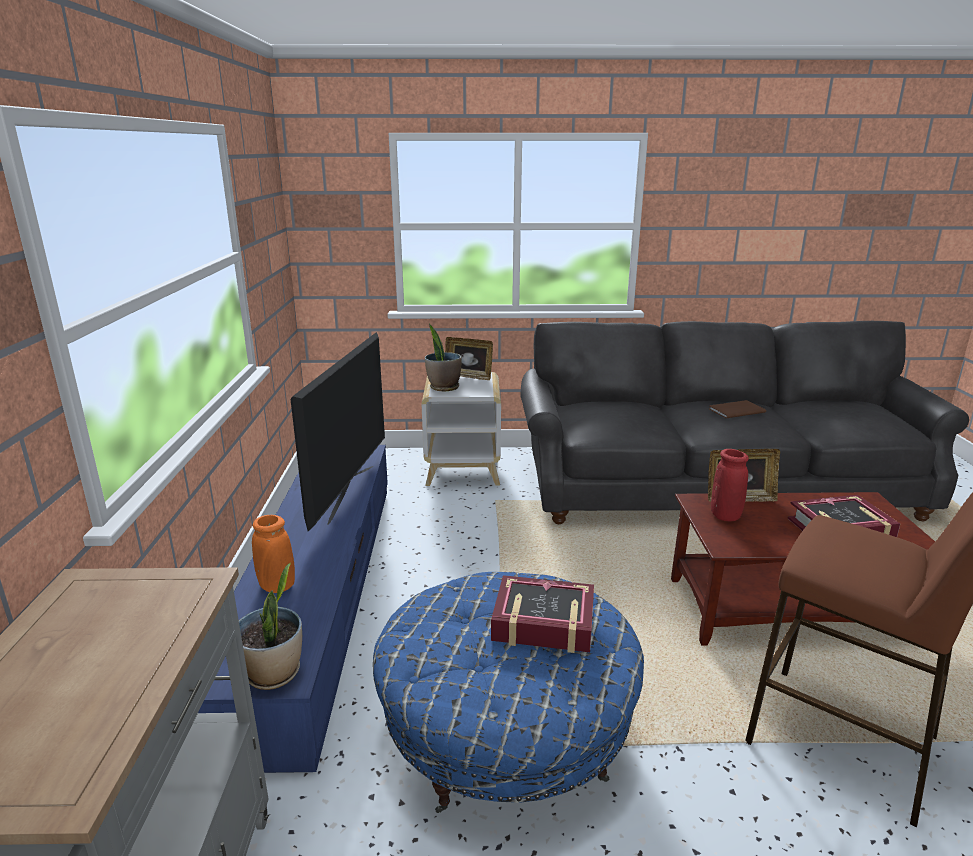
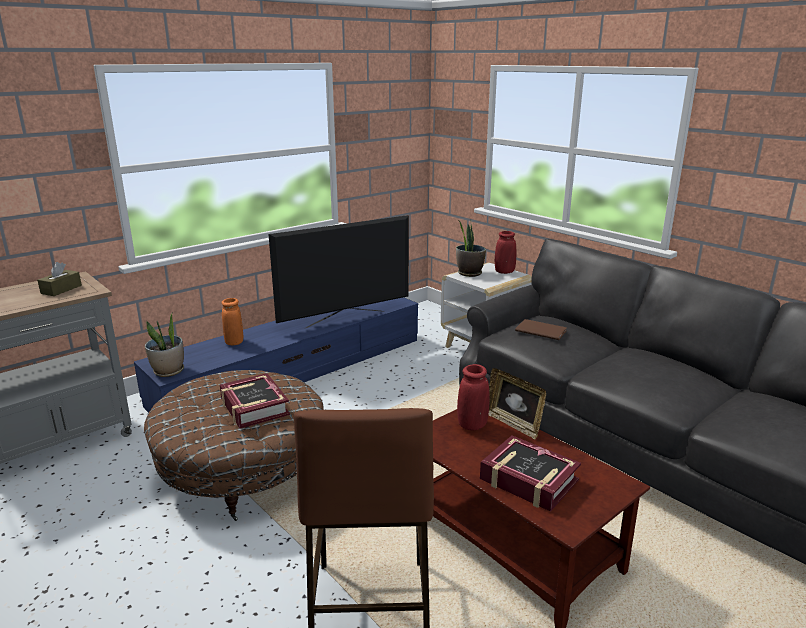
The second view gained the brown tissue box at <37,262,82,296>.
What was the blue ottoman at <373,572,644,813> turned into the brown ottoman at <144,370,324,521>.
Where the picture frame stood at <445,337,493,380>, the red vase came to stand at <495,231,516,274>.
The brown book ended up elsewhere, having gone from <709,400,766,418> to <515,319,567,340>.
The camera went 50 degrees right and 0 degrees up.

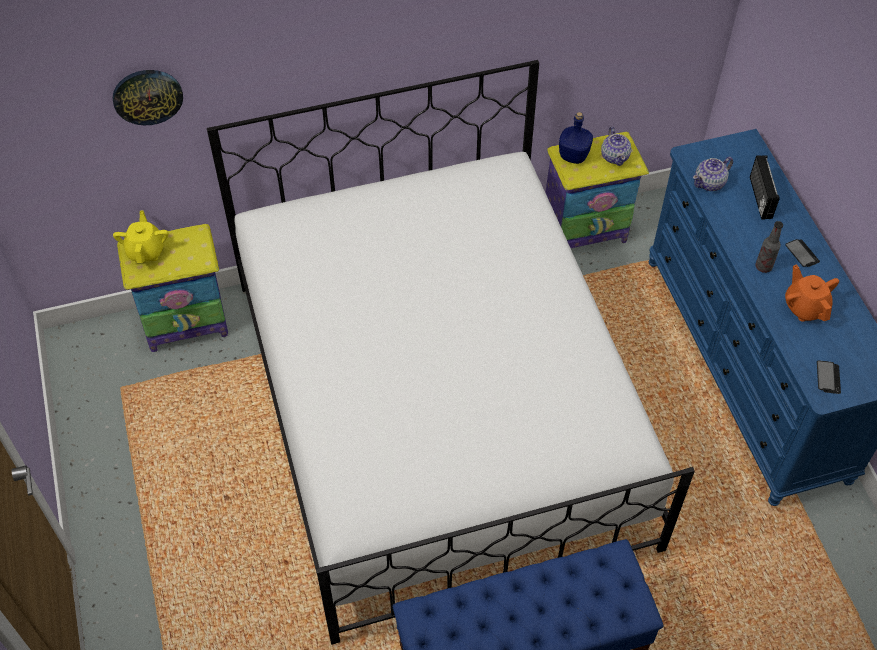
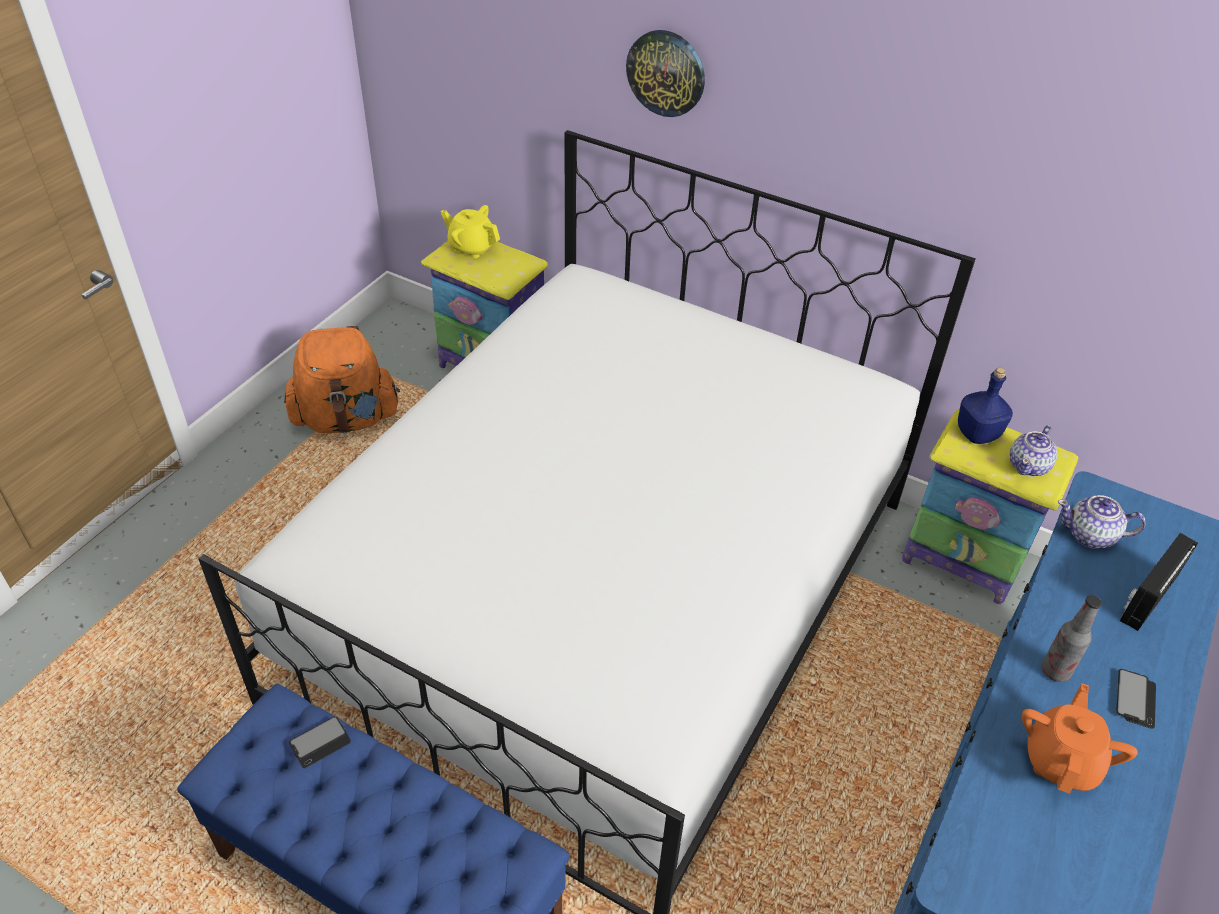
The second view gained the orange backpack at <284,326,400,434>.
The phone ended up elsewhere, having gone from <817,361,841,394> to <289,716,351,768>.
The yellow teapot at <113,210,169,263> ended up facing another way, 105 degrees counterclockwise from before.
The wall clock ended up elsewhere, having gone from <113,70,183,125> to <626,30,705,117>.
The camera went 45 degrees right and 10 degrees down.

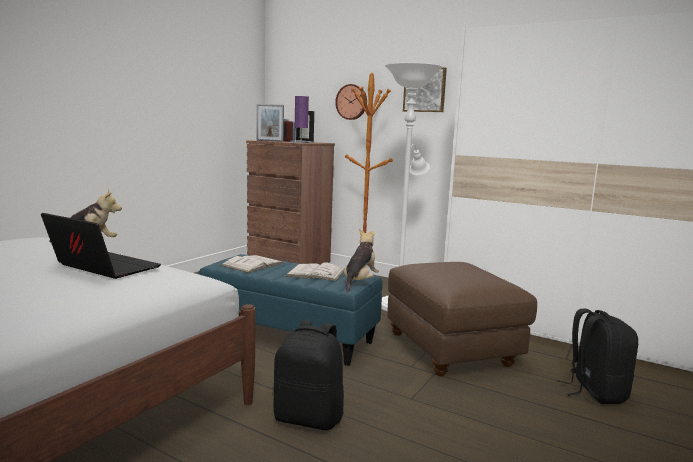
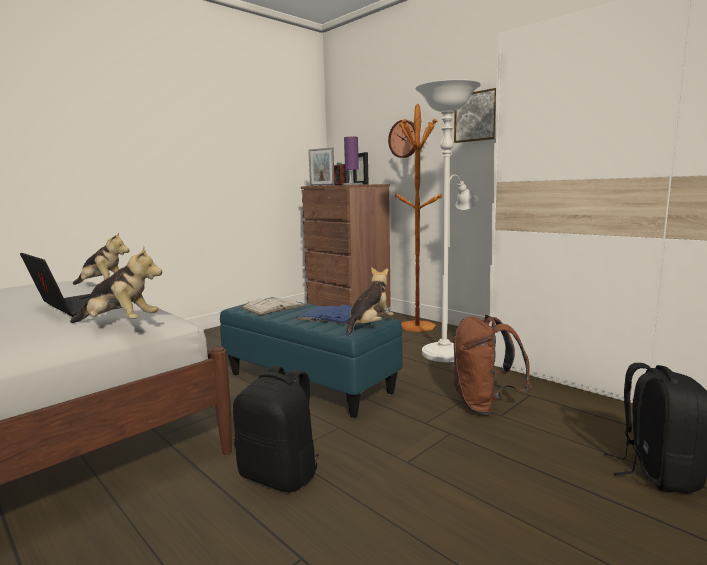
The second view gained the plush toy at <70,247,162,323>.
What was the white book at <285,262,344,281> turned into the blue book at <295,305,352,324>.
Where the brown ottoman stood at <387,262,537,376>, the brown backpack came to stand at <453,315,531,415>.
The camera went 15 degrees right and 0 degrees up.

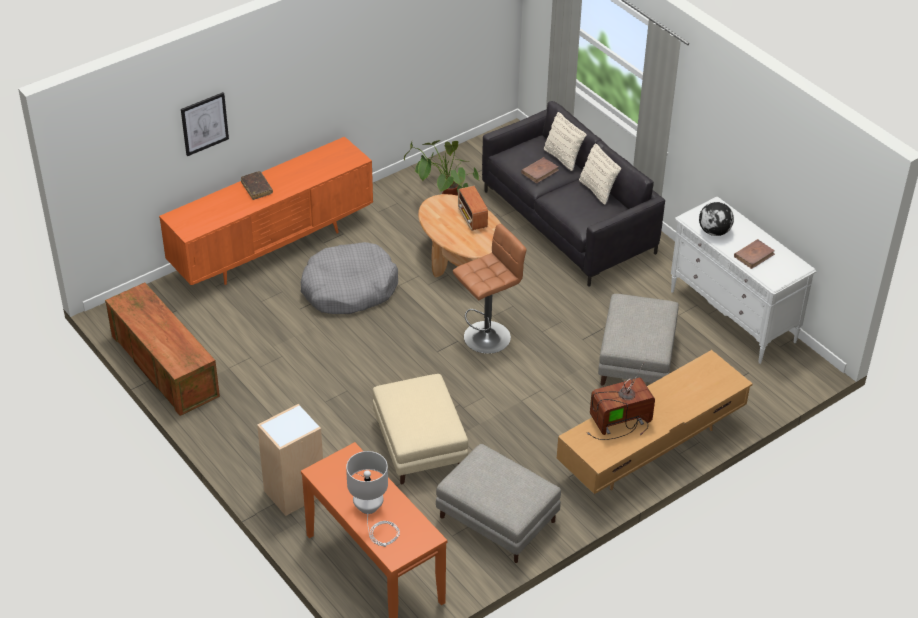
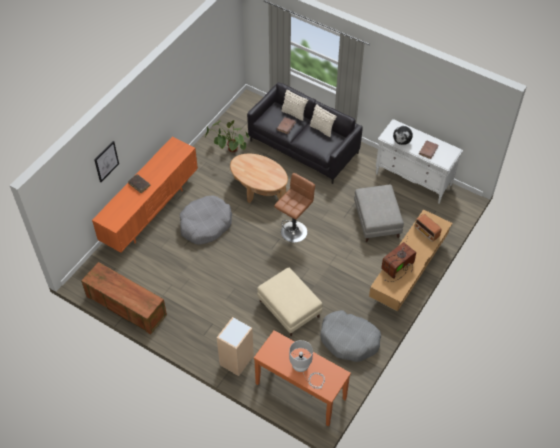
Where the grey ottoman stood at <436,444,561,563>, the grey dog bed came to stand at <320,310,381,362>.
The radio ended up elsewhere, having gone from <458,186,488,231> to <415,214,442,242>.
The camera went 20 degrees left and 10 degrees up.

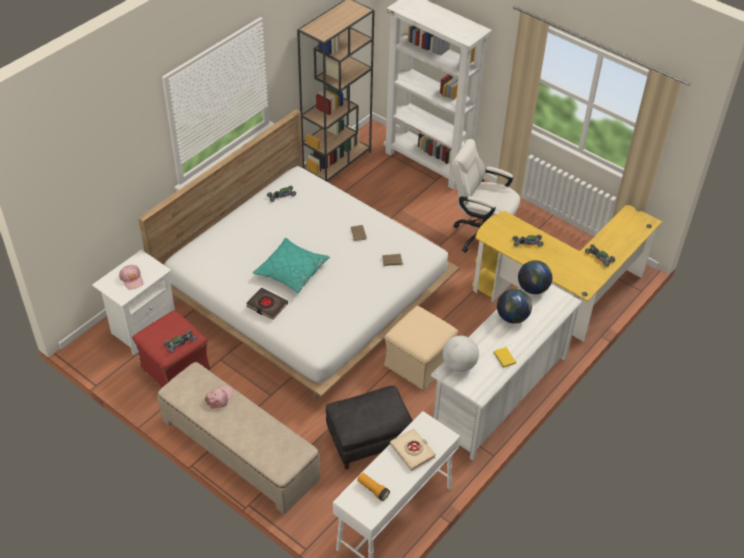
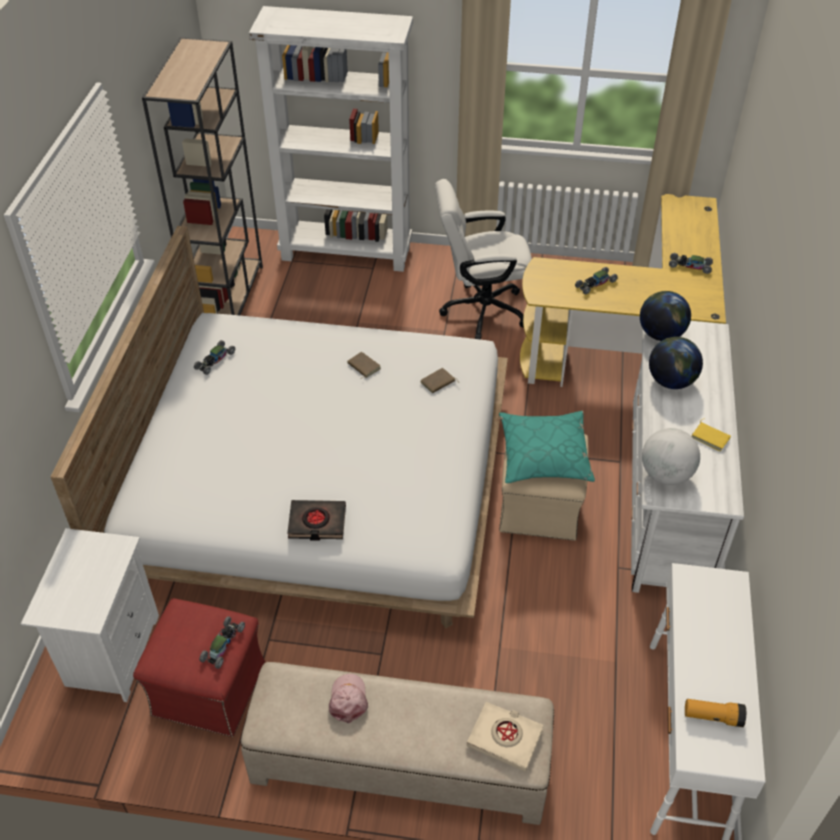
The beige book ended up elsewhere, having gone from <390,428,436,471> to <467,702,544,771>.
The turquoise pillow ended up elsewhere, having gone from <253,238,330,293> to <499,411,595,483>.
The second view lost the pink cap at <119,265,143,290>.
The second view lost the black ottoman at <326,386,413,470>.
The camera went 30 degrees left and 0 degrees up.

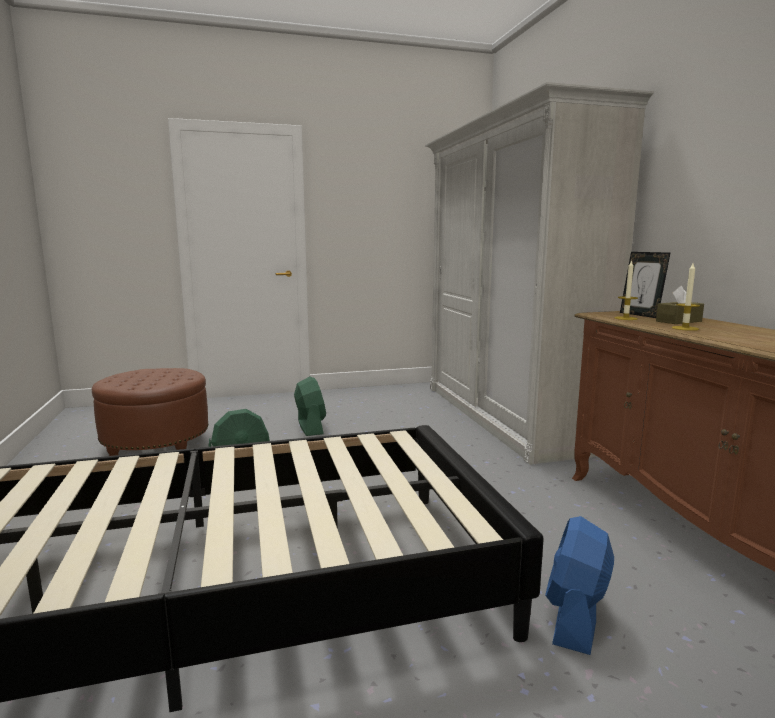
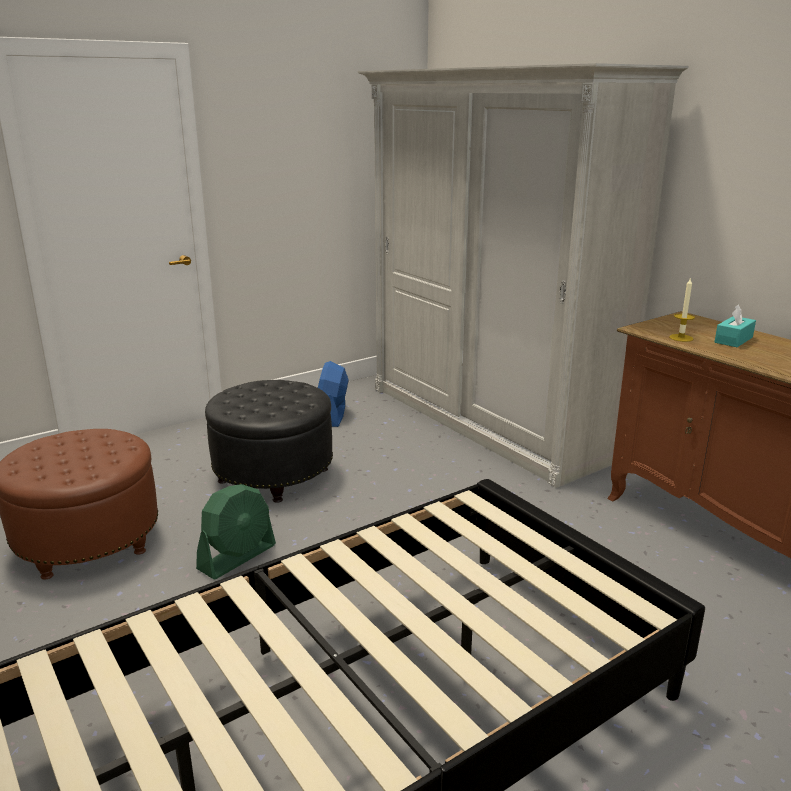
Where the green fan stood at <294,376,326,436>, the black ottoman came to stand at <205,380,333,503>.
The blue fan ended up elsewhere, having gone from <545,516,614,655> to <318,361,348,427>.
What was the brown tissue box at <656,286,704,324> turned into the turquoise tissue box at <715,304,756,347>.
The second view lost the picture frame at <620,252,670,318>.
The second view lost the candle at <672,263,700,331>.
The camera went 20 degrees left and 10 degrees up.

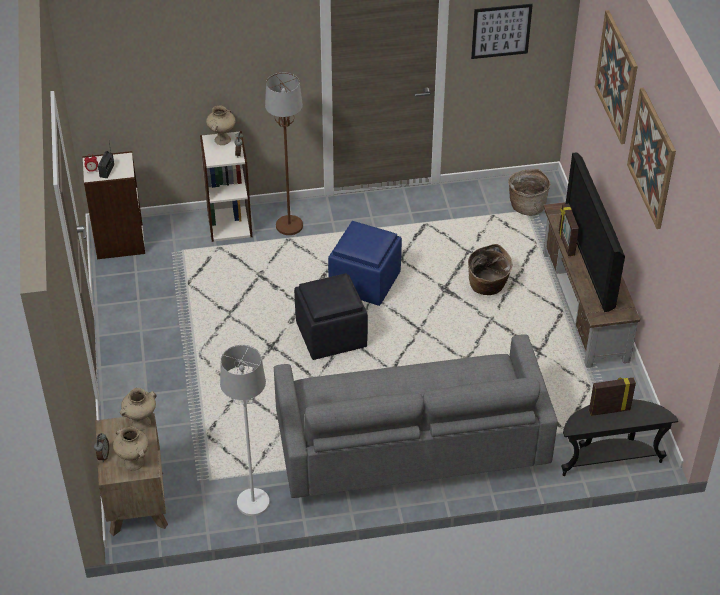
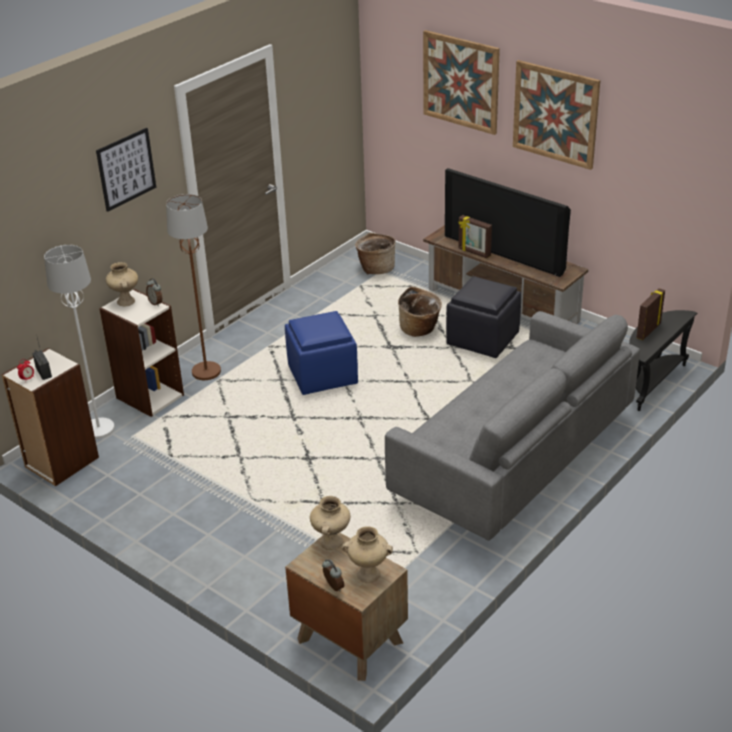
The white floor lamp ended up elsewhere, having gone from <220,345,270,516> to <44,245,115,439>.
The picture ended up elsewhere, having gone from <471,4,533,59> to <96,128,156,212>.
The black ottoman ended up elsewhere, having gone from <294,273,368,360> to <446,276,521,358>.
The camera went 40 degrees left and 10 degrees down.

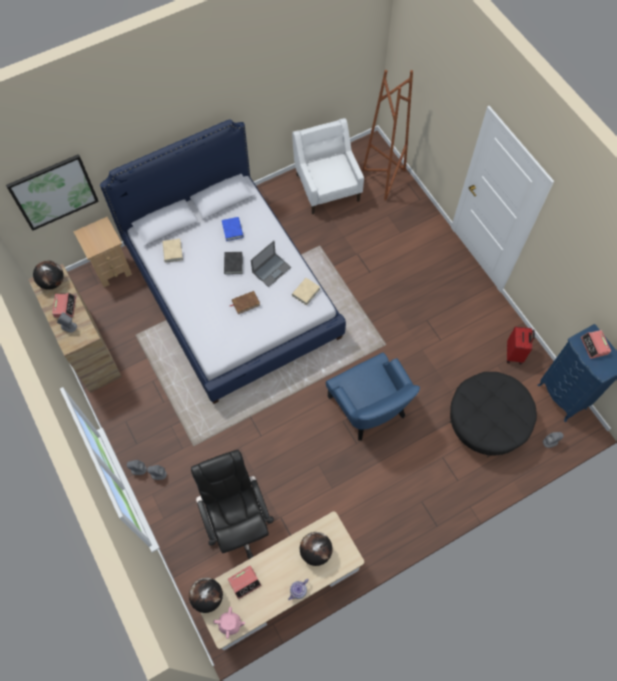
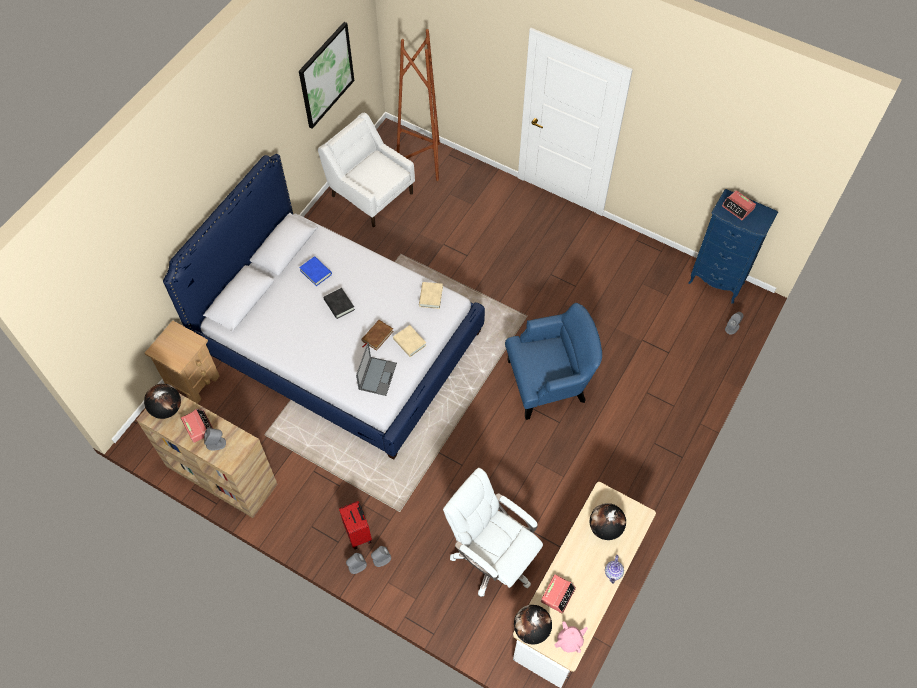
The picture ended up elsewhere, having gone from <6,154,99,231> to <299,22,354,129>.
The red suitcase ended up elsewhere, having gone from <507,327,535,365> to <339,501,372,549>.
The laptop ended up elsewhere, having gone from <251,241,291,287> to <356,343,397,396>.
The beige book ended up elsewhere, having gone from <163,239,183,263> to <393,325,426,357>.
What was the black office chair at <191,450,274,559> turned into the white office chair at <443,468,543,597>.
The blue armchair at <326,353,420,440> ended up facing another way, 45 degrees counterclockwise from before.
The second view lost the black ottoman at <450,372,537,458>.
The camera went 30 degrees left and 5 degrees down.

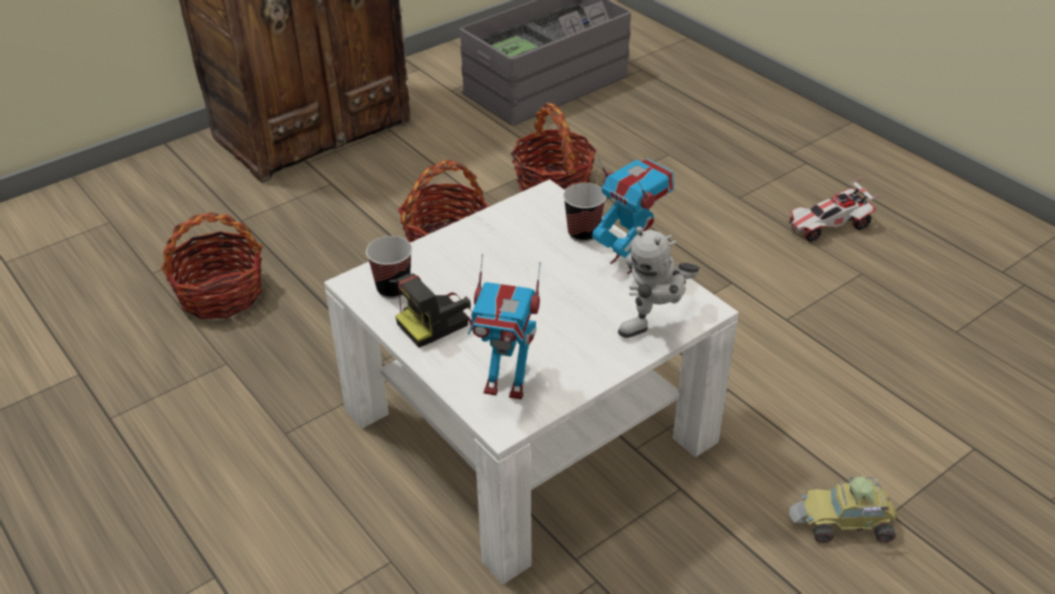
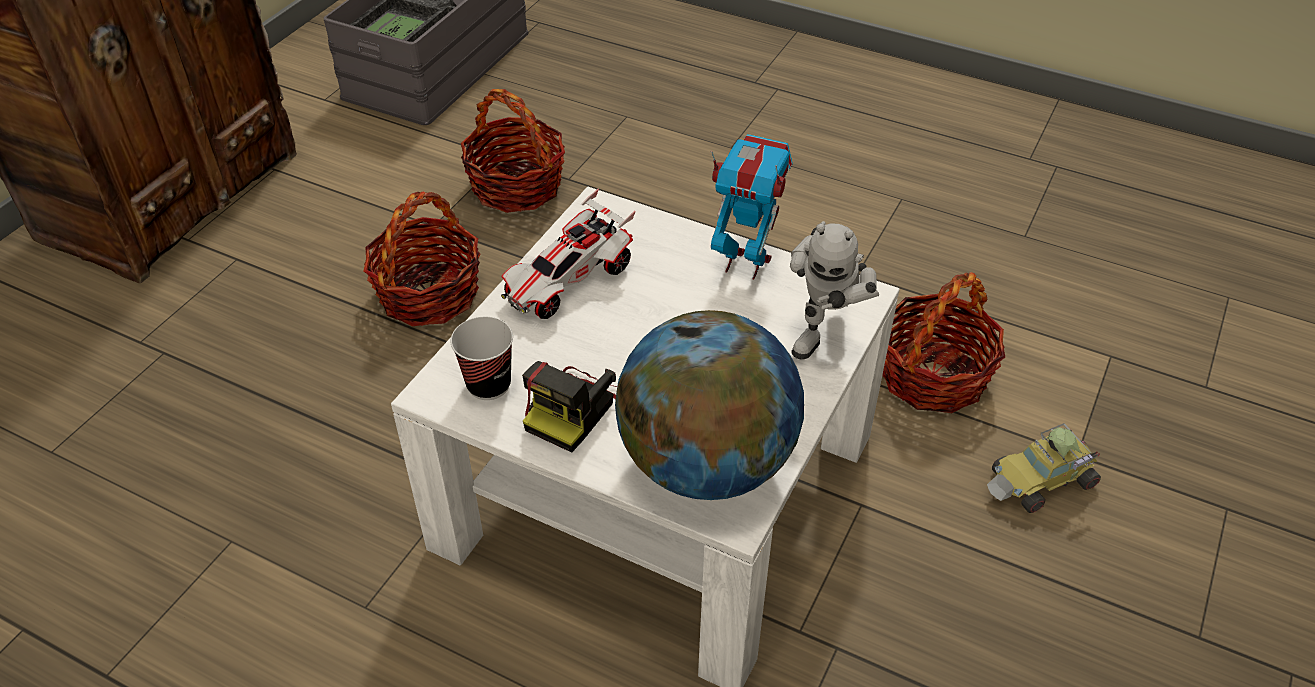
The toy car ended up elsewhere, having gone from <787,177,881,242> to <501,189,636,319>.
Where the toy robot stood at <468,254,541,400>, the globe came to stand at <615,310,804,500>.
The basket ended up elsewhere, having gone from <161,212,263,319> to <883,272,1005,413>.
The second view lost the cup at <563,183,606,243>.
The camera went 25 degrees left and 5 degrees up.

